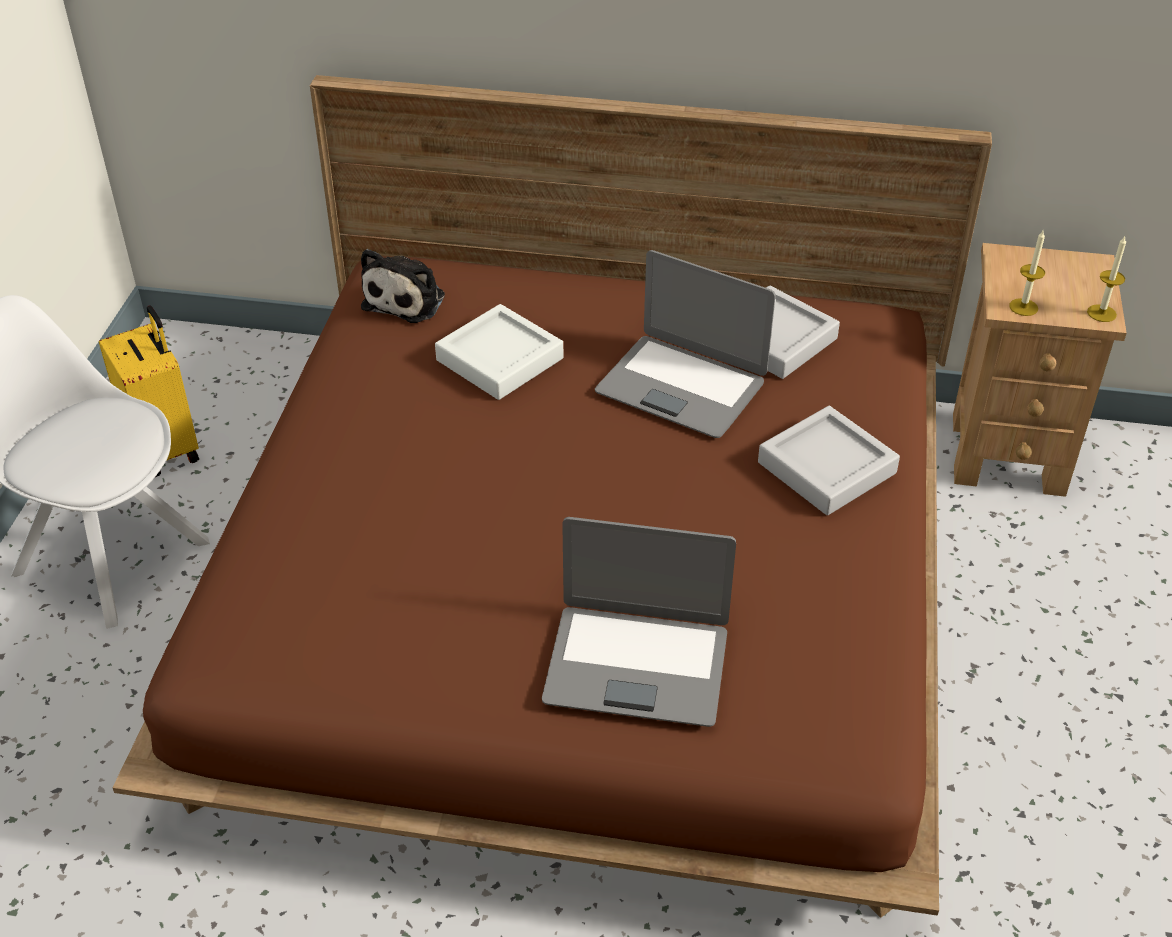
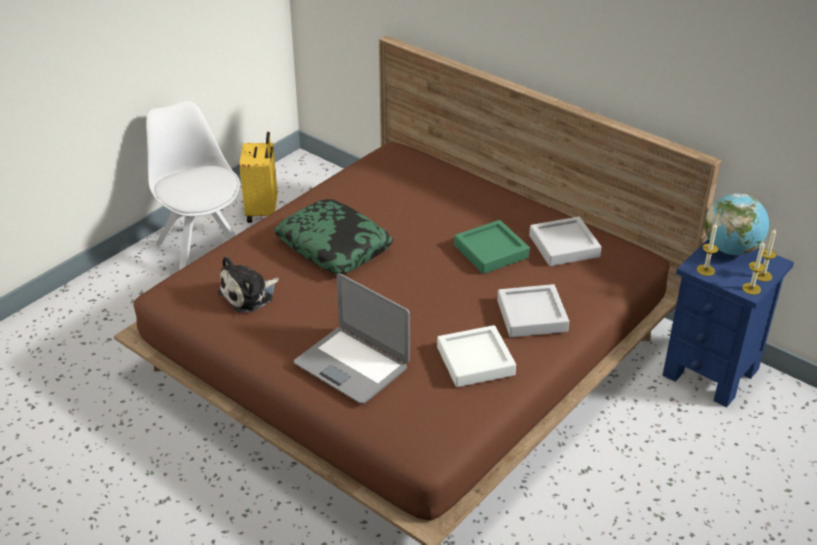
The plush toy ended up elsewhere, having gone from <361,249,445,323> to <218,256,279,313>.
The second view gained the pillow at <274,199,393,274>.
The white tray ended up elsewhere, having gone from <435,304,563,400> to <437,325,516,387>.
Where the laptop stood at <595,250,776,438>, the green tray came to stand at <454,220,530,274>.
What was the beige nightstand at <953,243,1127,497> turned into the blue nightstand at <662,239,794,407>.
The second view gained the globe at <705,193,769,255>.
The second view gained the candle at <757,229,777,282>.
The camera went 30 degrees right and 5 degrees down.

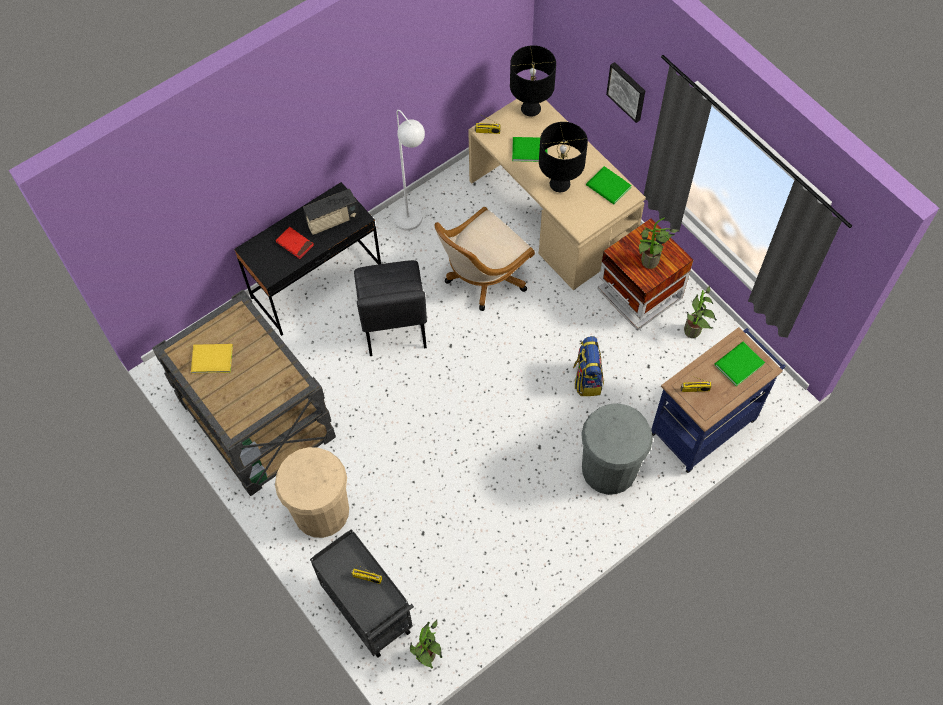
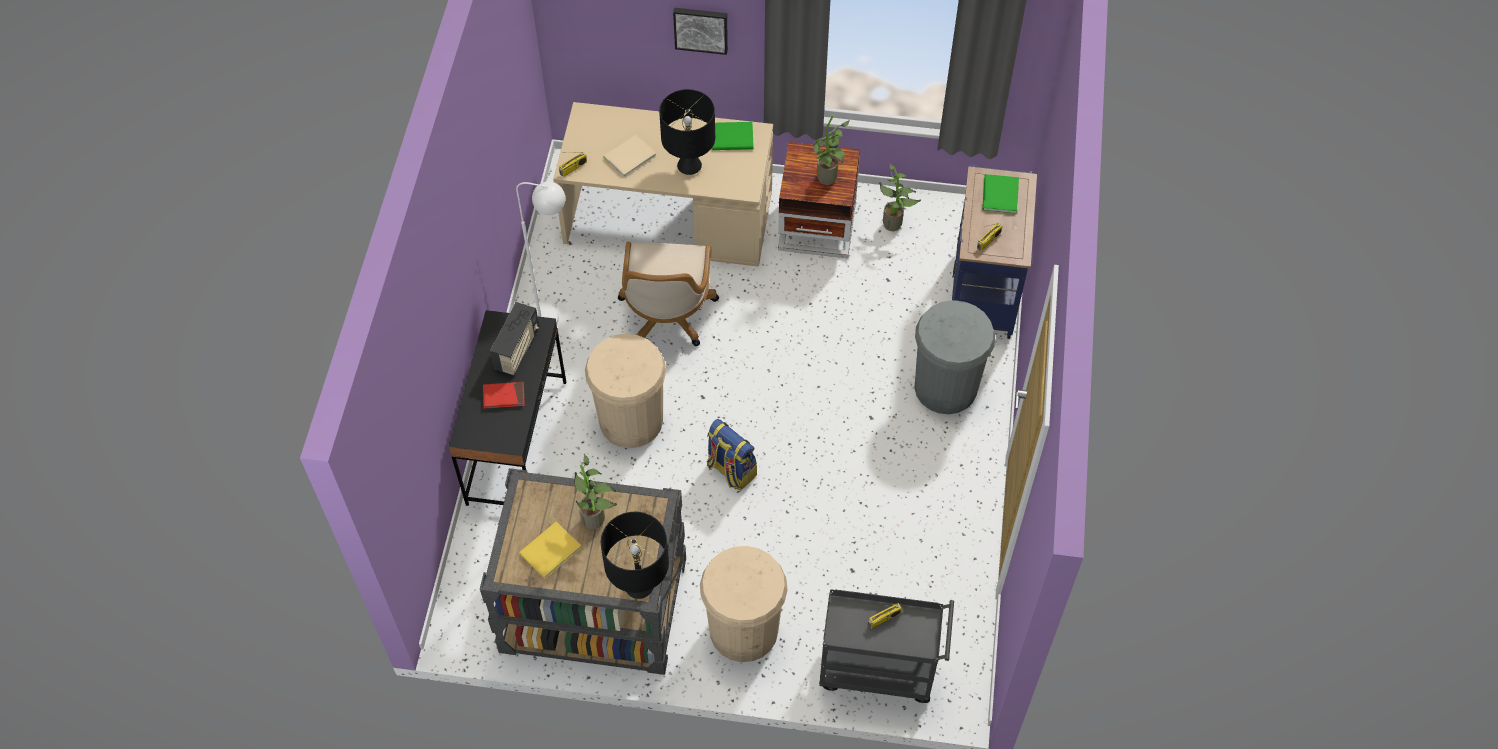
The potted plant ended up elsewhere, having gone from <410,619,442,668> to <574,454,617,529>.
Where the grey chair stood at <354,260,427,356>, the beige trash can came to stand at <585,334,666,448>.
The black table lamp ended up elsewhere, having gone from <510,45,556,117> to <601,512,669,599>.
What was the green book at <512,137,547,162> turned into the beige book at <603,134,656,177>.
The backpack ended up elsewhere, having gone from <573,336,604,396> to <707,419,757,490>.
The camera went 45 degrees left and 5 degrees down.

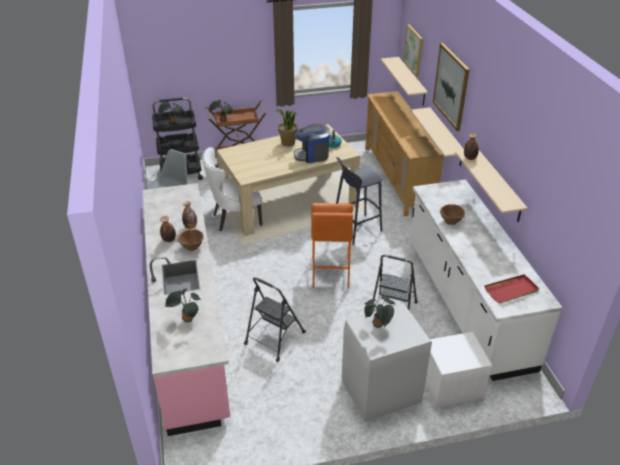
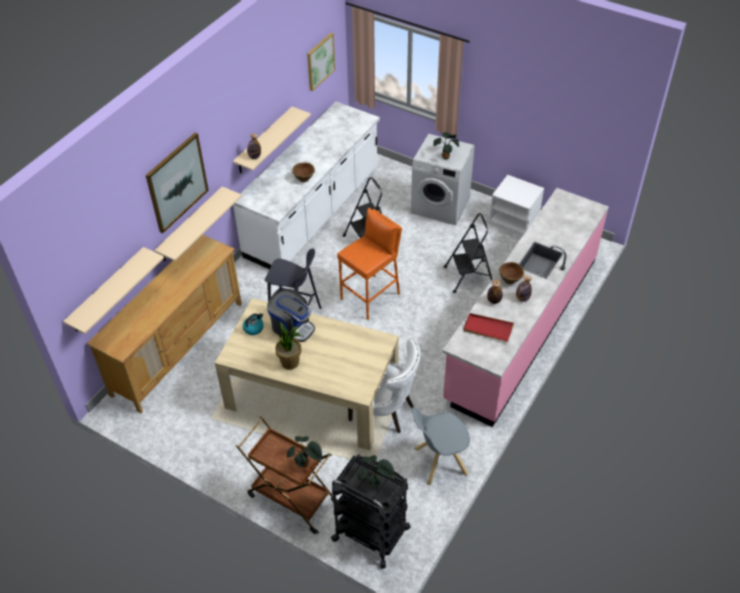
The picture ended up elsewhere, having gone from <403,25,423,76> to <307,33,335,91>.
The red tray ended up elsewhere, having gone from <484,274,539,303> to <463,313,514,342>.
The white nightstand ended up elsewhere, having gone from <425,332,492,408> to <489,175,544,236>.
The second view lost the potted plant at <165,288,200,323>.
The camera went 135 degrees left and 10 degrees up.

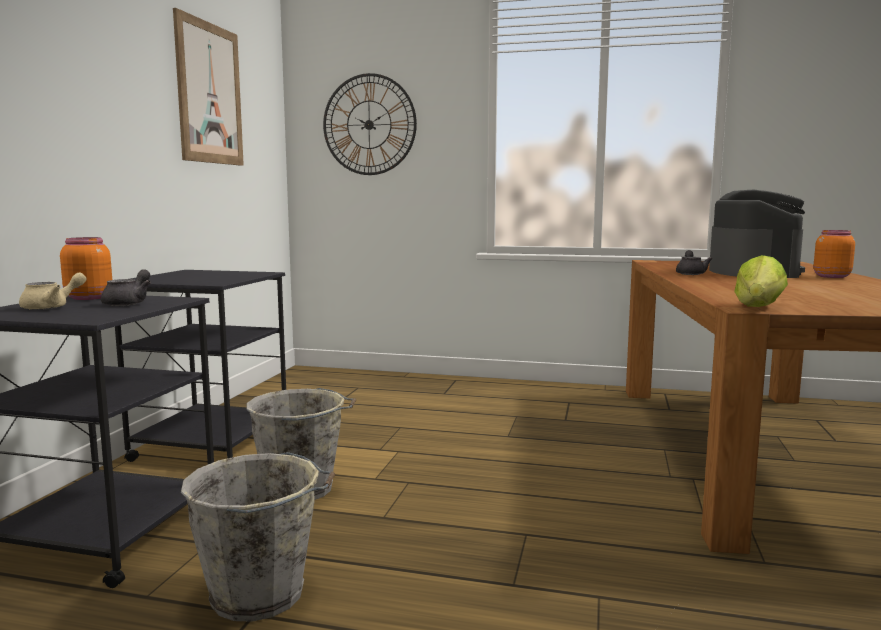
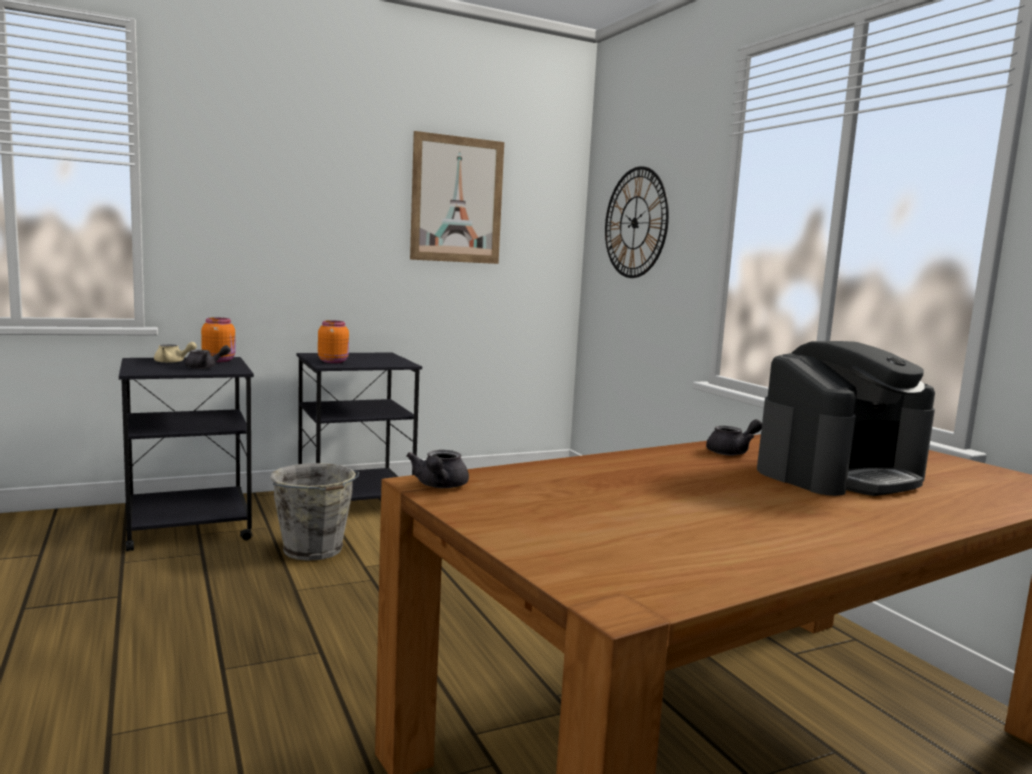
The orange jar ended up elsewhere, having gone from <813,230,855,278> to <318,320,349,363>.
Where the lettuce stood at <734,255,788,307>, the grey teapot came to stand at <406,450,469,488>.
The second view lost the grey bucket at <181,452,335,621>.
The camera went 50 degrees right and 0 degrees up.

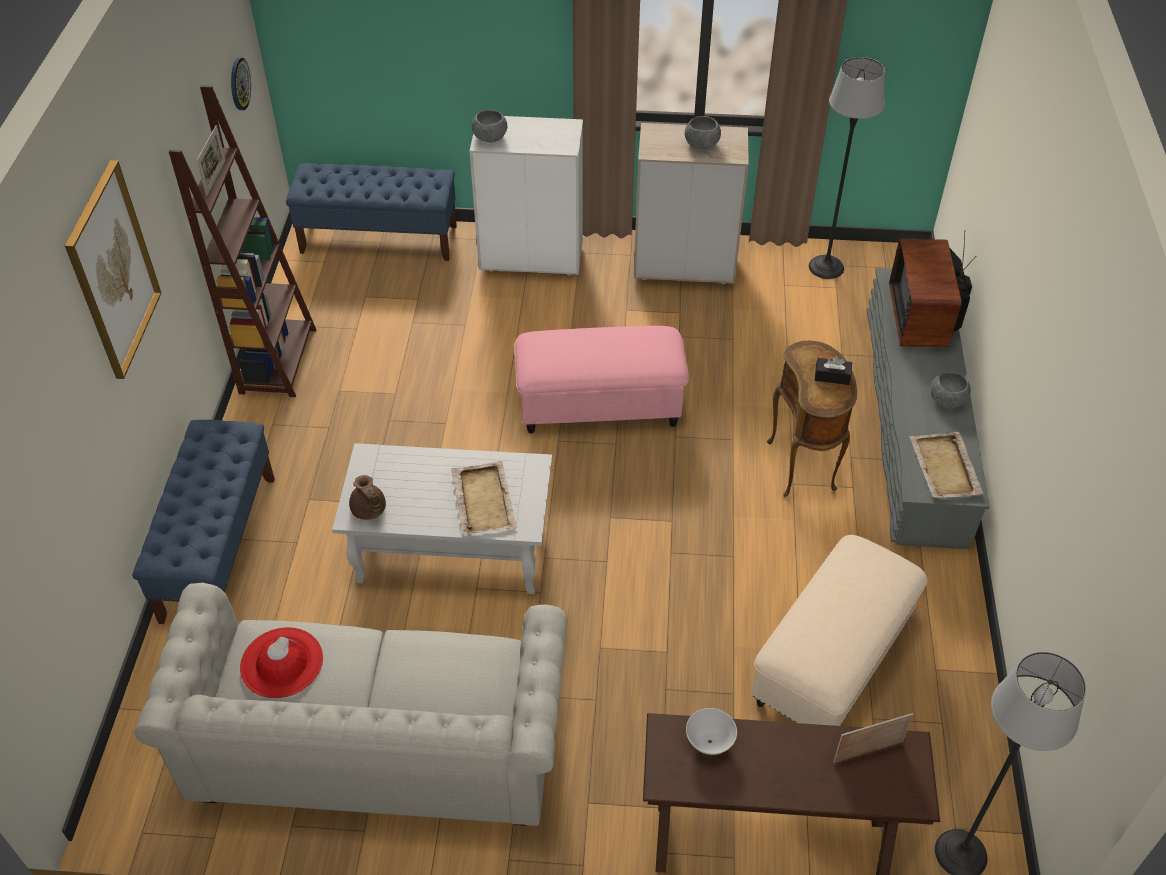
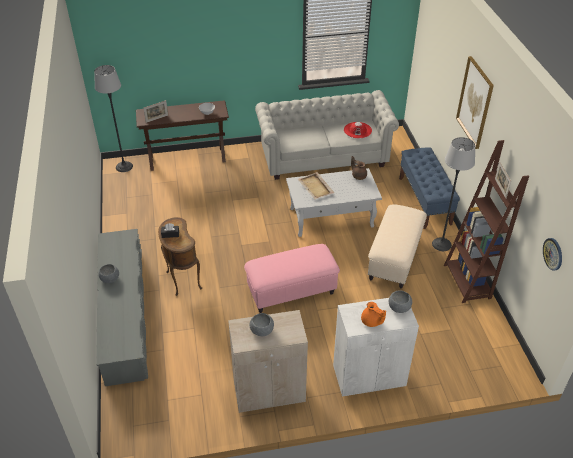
The second view gained the orange teapot at <361,302,386,327>.
The beige ottoman ended up elsewhere, having gone from <752,535,928,726> to <368,205,427,288>.
The floor lamp ended up elsewhere, having gone from <809,57,885,279> to <432,137,475,251>.
The second view lost the blue bench at <286,163,457,261>.
The second view lost the television at <889,230,976,347>.
The second view lost the beige tray at <909,432,984,498>.
The camera went 165 degrees right and 5 degrees down.

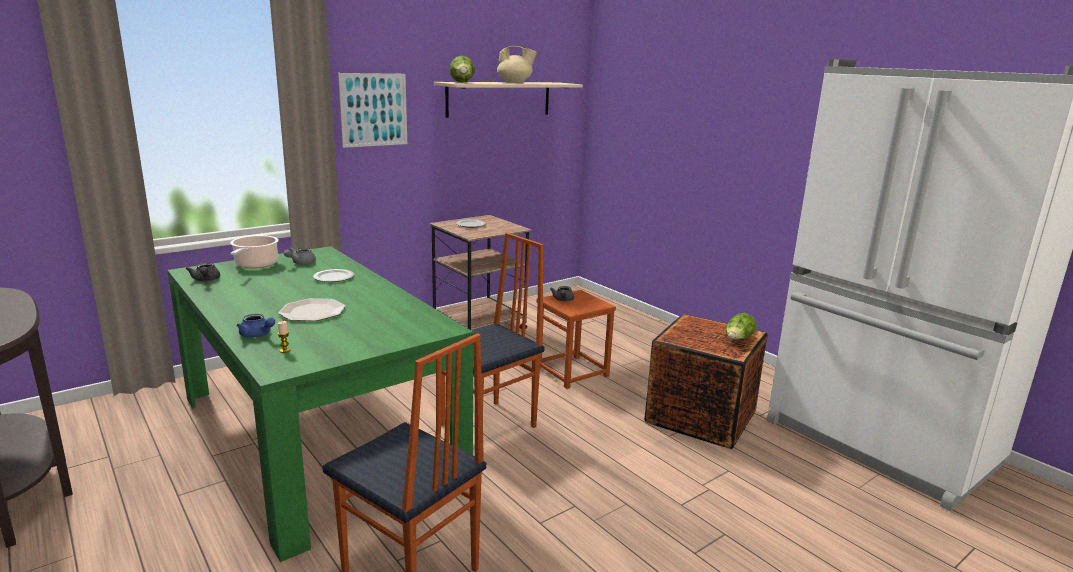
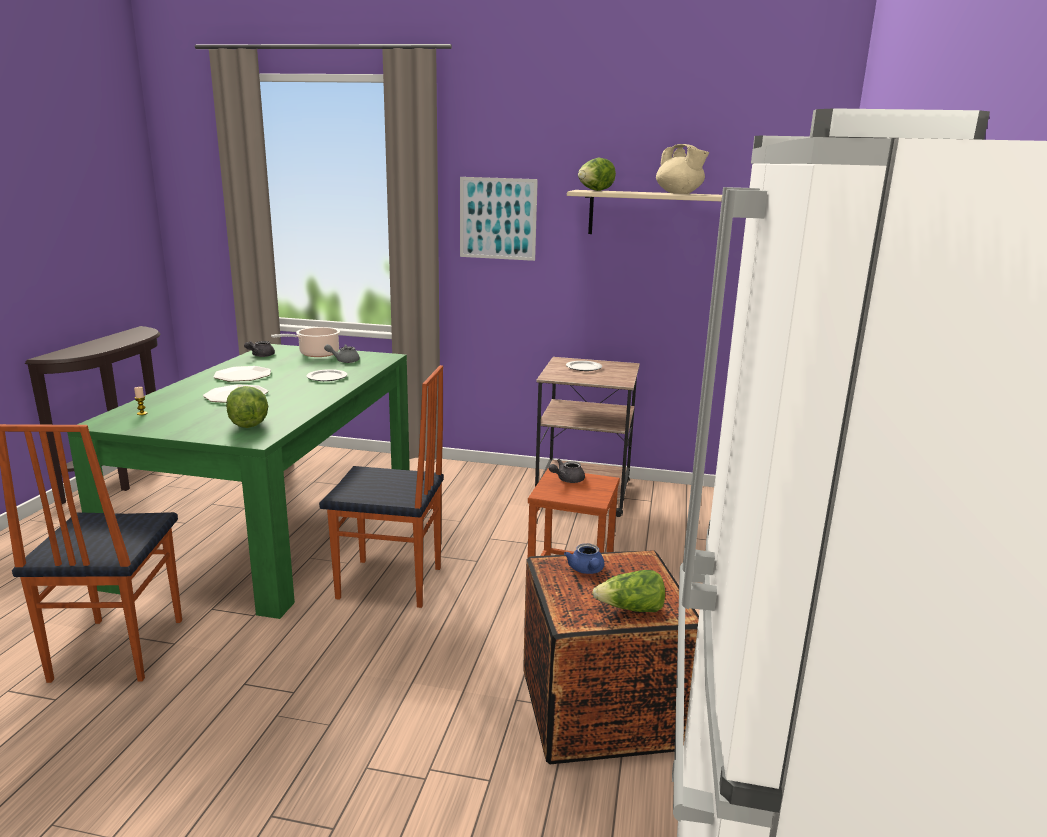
The second view gained the plate at <213,366,271,382>.
The second view gained the lettuce at <226,386,268,428>.
The blue teapot ended up elsewhere, having gone from <236,314,275,338> to <564,543,605,574>.
The camera went 50 degrees right and 0 degrees up.

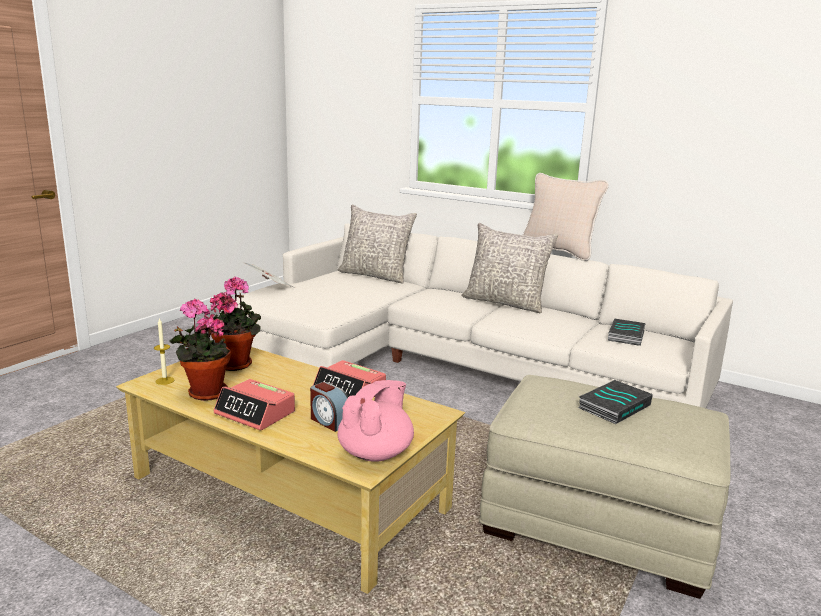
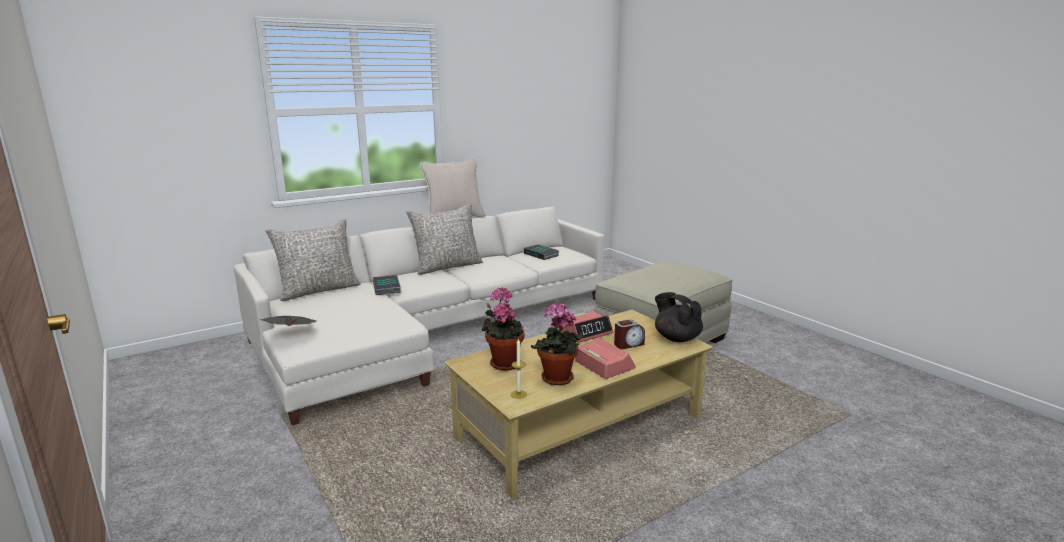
The book ended up elsewhere, having gone from <578,380,653,424> to <373,275,401,295>.
The alarm clock at <213,379,295,431> ended up facing another way, 90 degrees counterclockwise from before.
What was the pink teapot at <338,380,414,462> turned into the black teapot at <655,292,703,342>.
The camera went 65 degrees left and 0 degrees up.

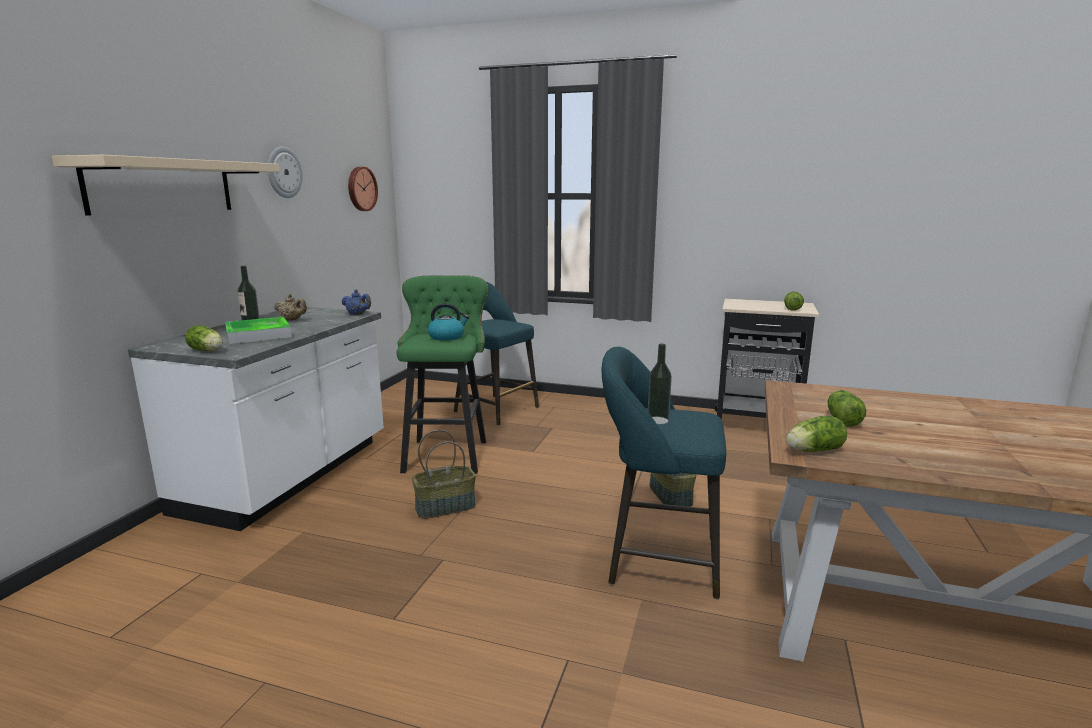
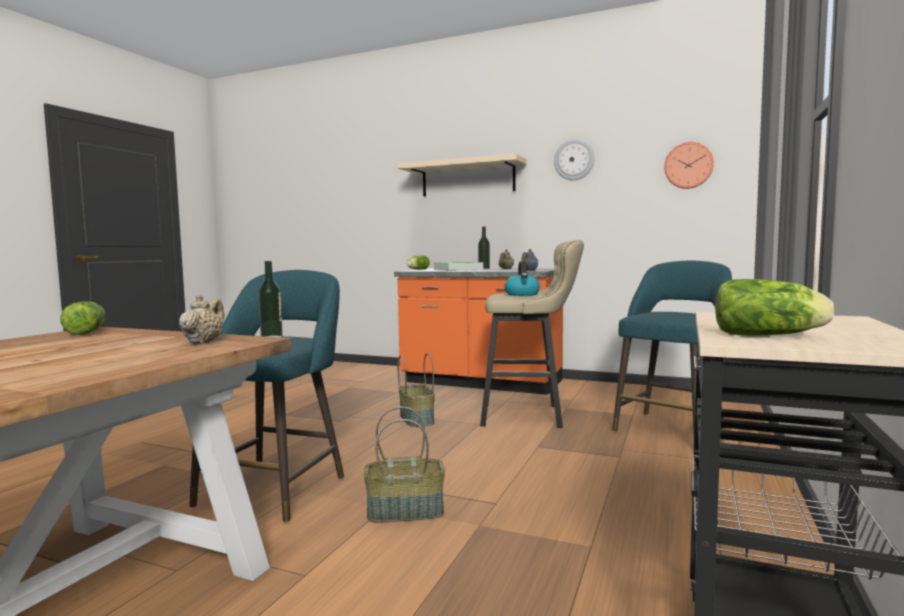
The second view gained the beige teapot at <179,294,224,344>.
What was the white counter at <128,307,384,531> turned into the orange counter at <394,268,563,395>.
What was the green stool at <396,275,489,474> turned into the beige stool at <480,240,584,428>.
The second view lost the lettuce at <827,390,866,427>.
The camera went 95 degrees right and 10 degrees down.

